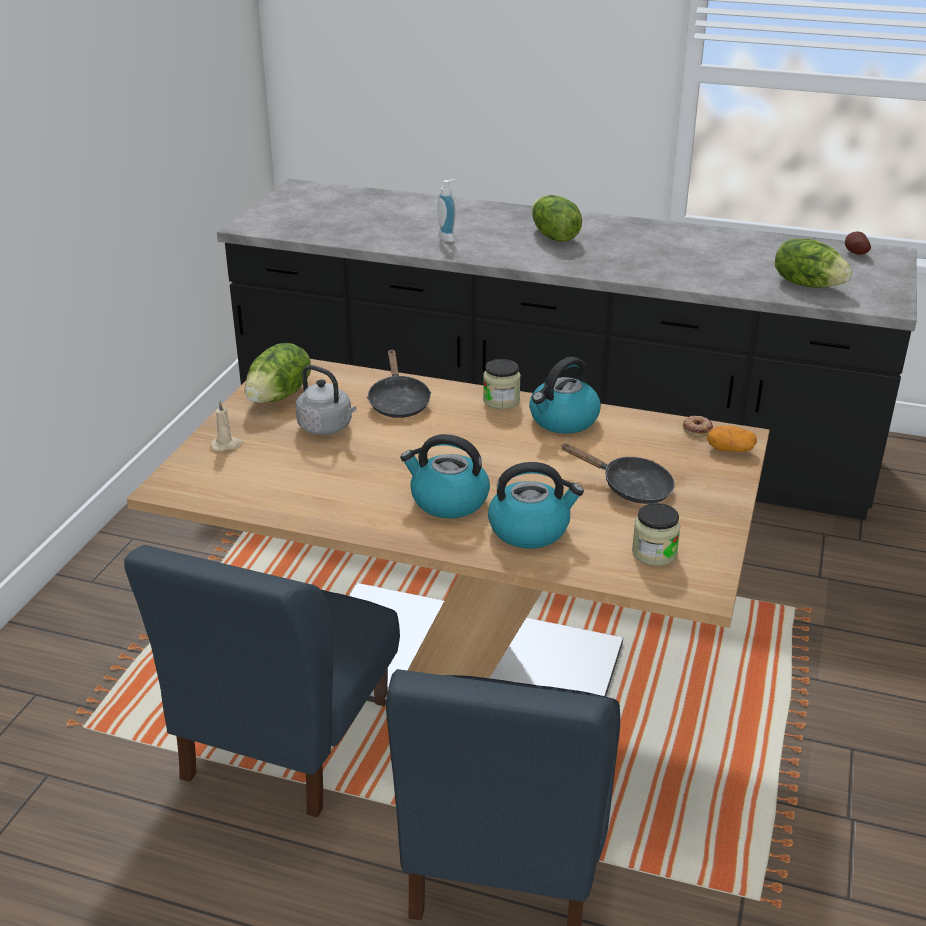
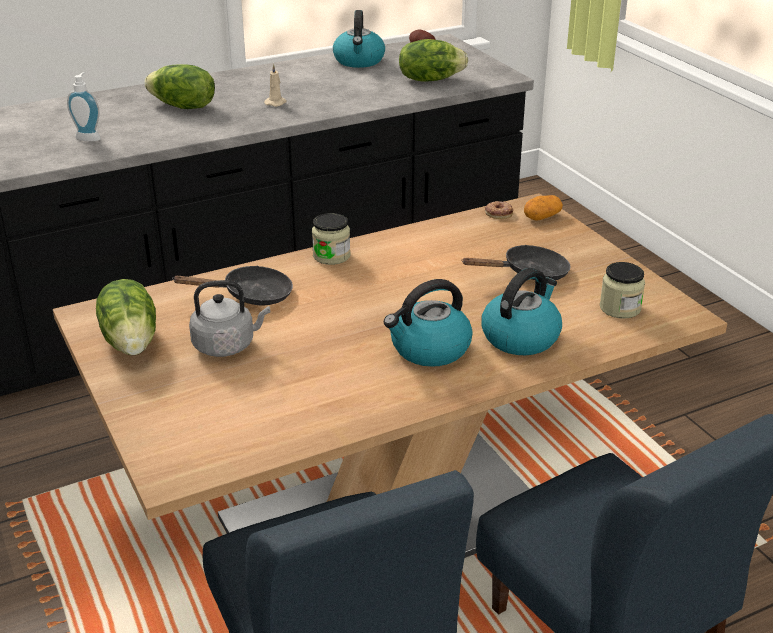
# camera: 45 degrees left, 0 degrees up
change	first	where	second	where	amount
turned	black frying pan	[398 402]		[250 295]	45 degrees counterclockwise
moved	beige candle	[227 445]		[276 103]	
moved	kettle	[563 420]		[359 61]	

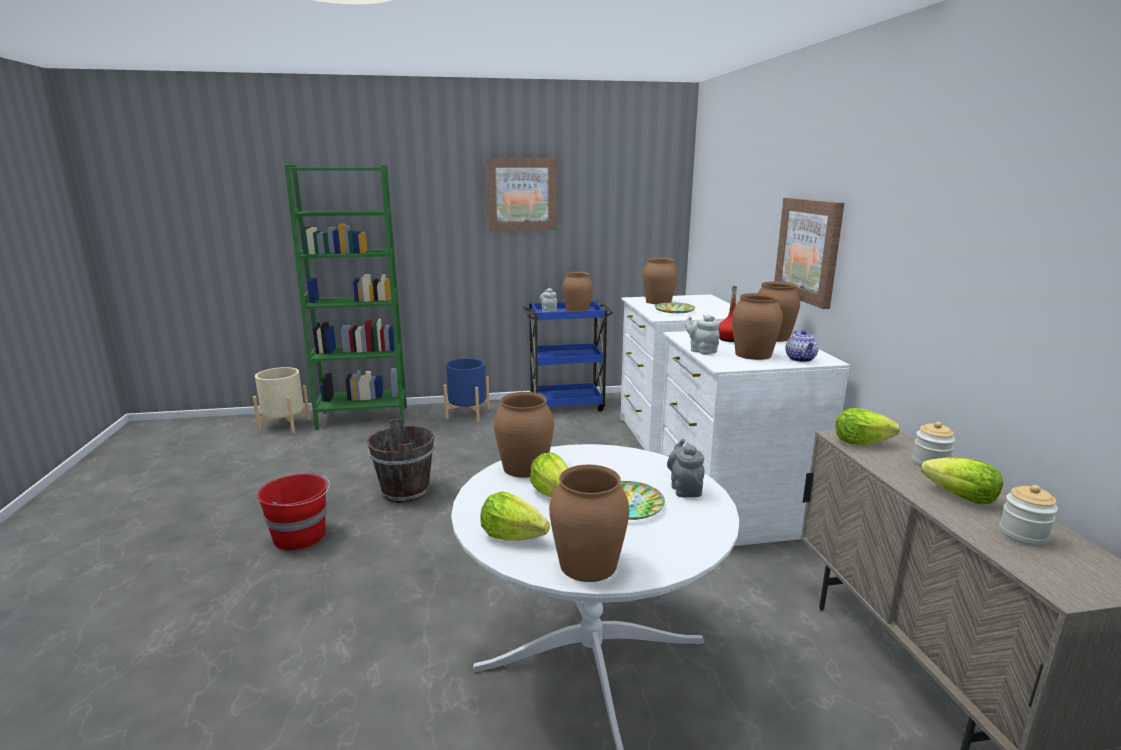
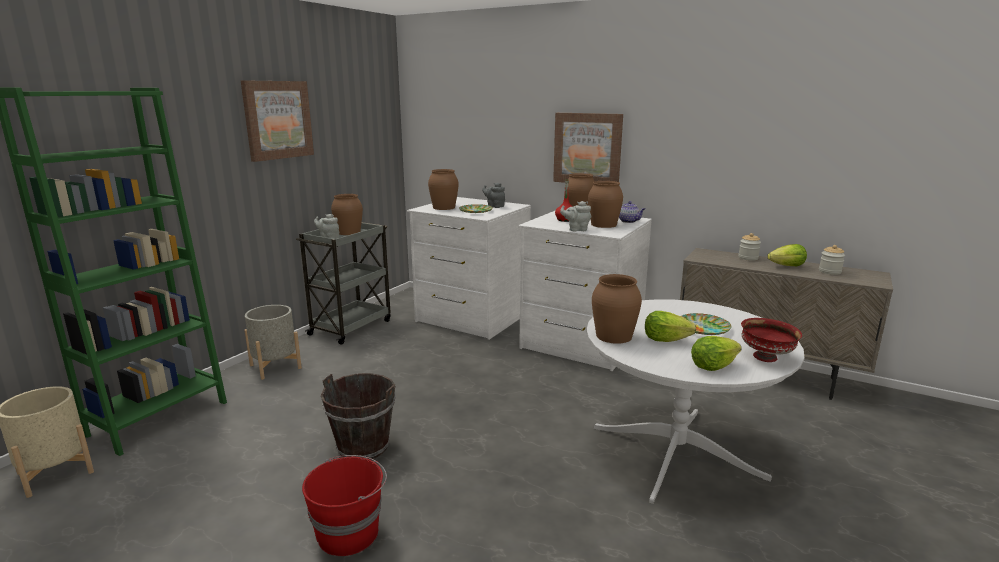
# camera: 50 degrees left, 0 degrees up
change	first	where	second	where	amount
recoloured	blue planter	[468 413]	grey planter	[275 366]	
recoloured	blue cart	[566 405]	grey cart	[351 327]	
moved	grey teapot	[685 489]		[494 206]	
replaced	brown vase	[589 564]	red bowl	[766 357]	
removed	lettuce	[860 442]			

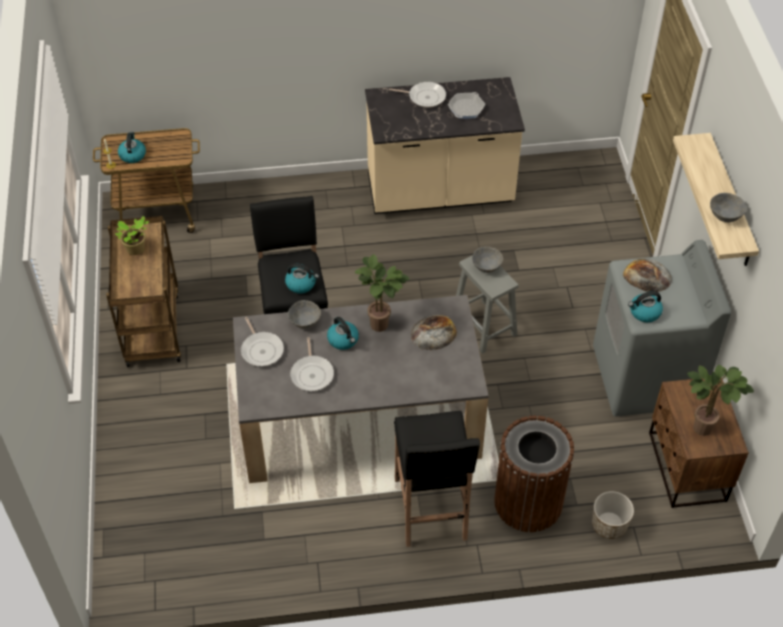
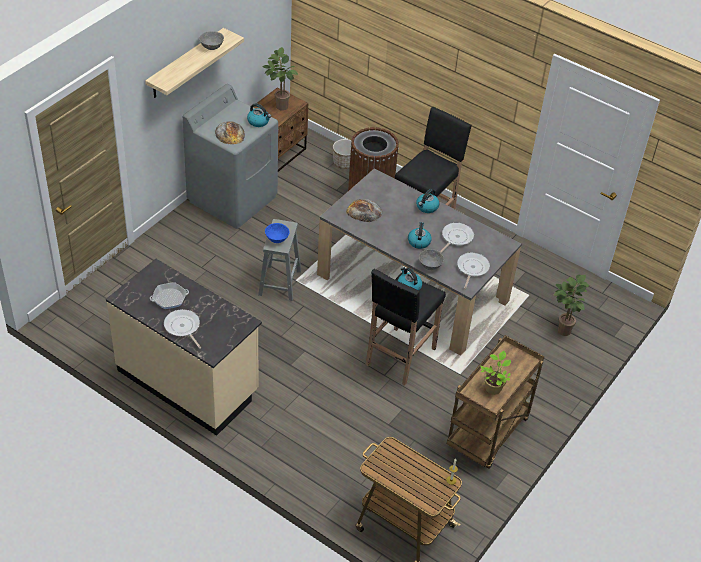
# camera: 140 degrees left, 5 degrees down
change	first	where	second	where	amount
recoloured	grey bowl	[486 267]	blue bowl	[277 239]	
moved	kettle	[132 155]		[427 207]	
moved	potted plant	[382 325]		[562 329]	

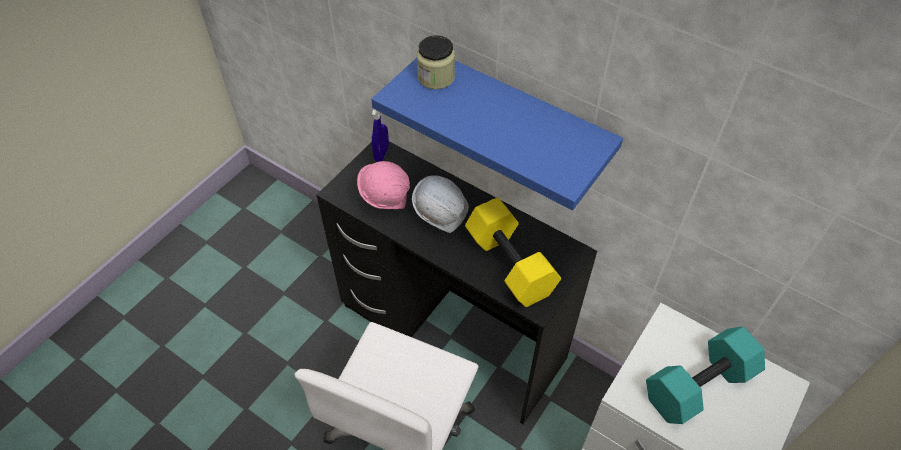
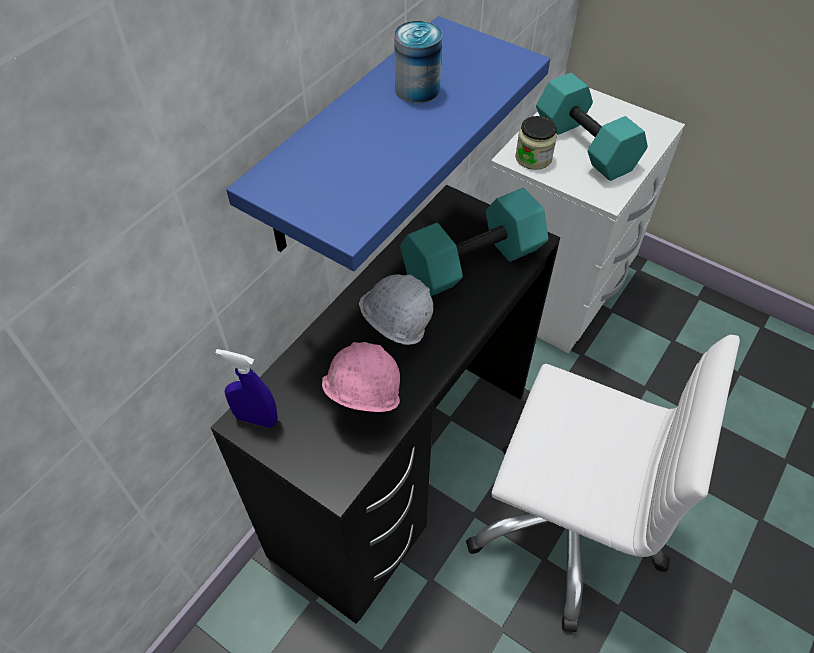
# camera: 90 degrees left, 0 degrees up
change	first	where	second	where	amount
added			can	[417 89]	
recoloured	yellow dumbbell	[512 264]	turquoise dumbbell	[472 261]	
moved	jar	[436 77]		[533 158]	

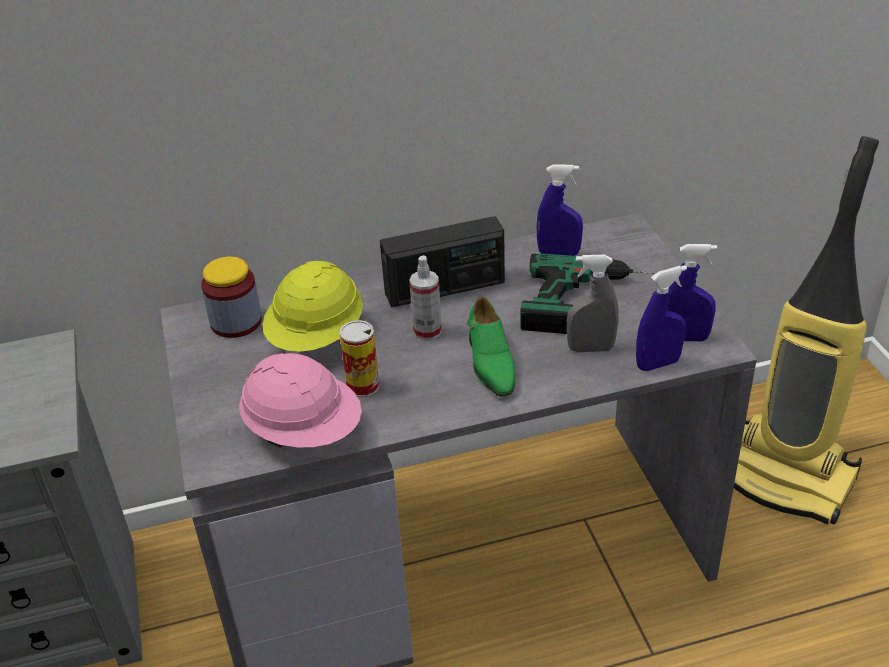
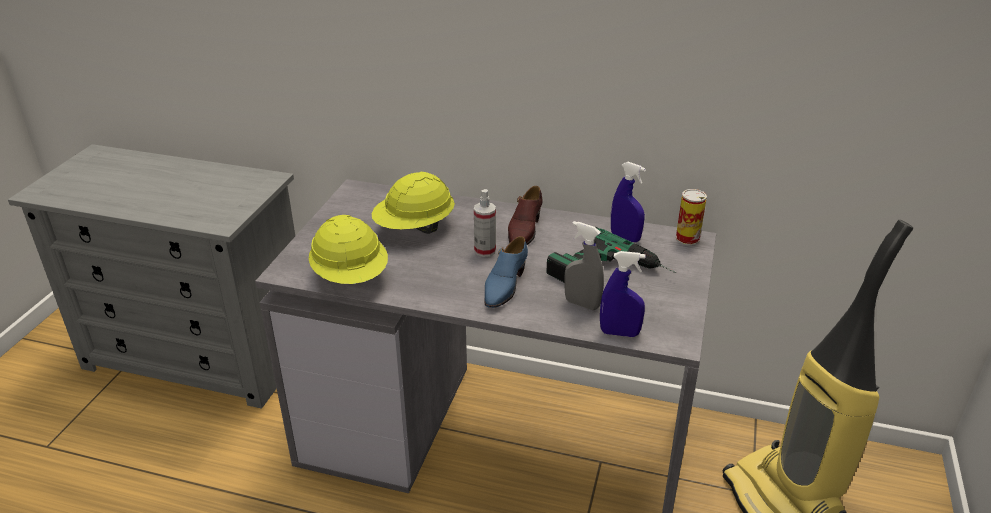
# camera: 30 degrees right, 5 degrees down
change	first	where	second	where	amount
recoloured	pink hard hat	[304 431]	yellow hard hat	[351 277]	
recoloured	green shoe	[490 363]	blue shoe	[504 285]	
replaced	radio	[445 288]	brown shoe	[524 230]	
moved	can	[363 386]		[687 239]	
removed	jar	[236 322]			
removed	blue spray bottle	[685 338]			

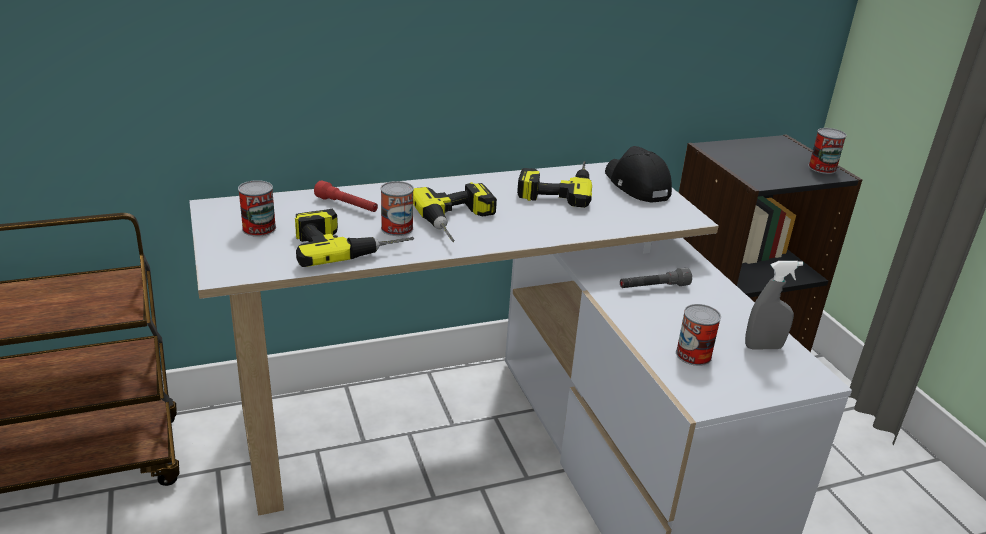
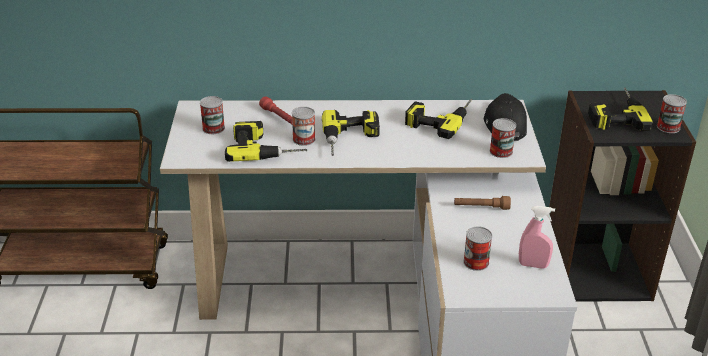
# camera: 20 degrees right, 5 degrees up
change	first	where	second	where	amount
recoloured	grey flashlight	[653 287]	brown flashlight	[481 207]	
added			can	[501 151]	
recoloured	grey spray bottle	[763 347]	pink spray bottle	[533 265]	
added			power drill	[614 113]	

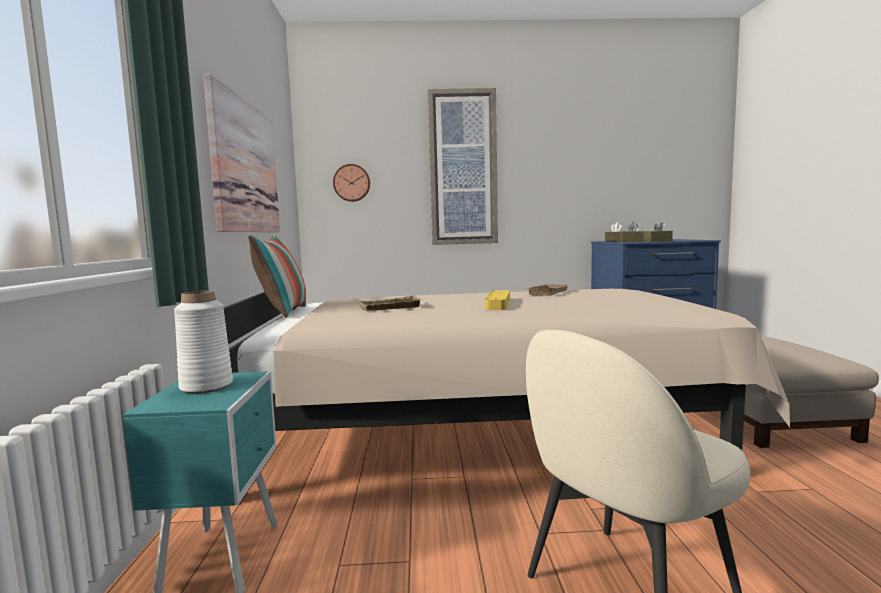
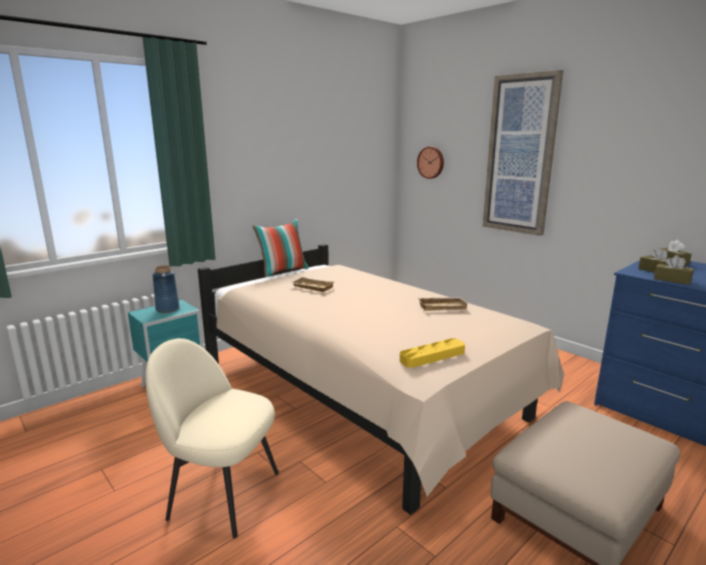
# camera: 50 degrees right, 10 degrees up
change	first	where	second	where	amount
recoloured	white vase	[206 386]	blue vase	[167 309]	
moved	yellow tray	[498 304]		[432 356]	
removed	picture	[245 167]			

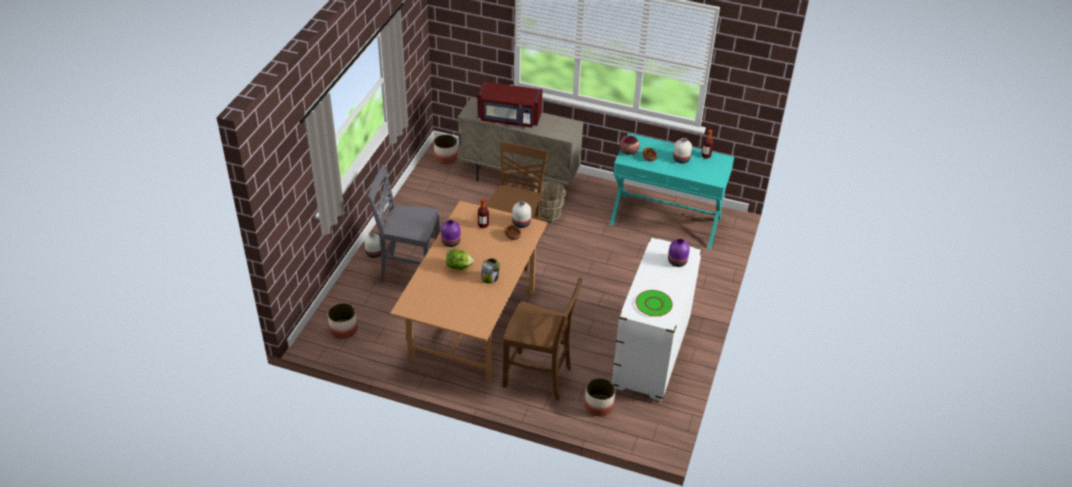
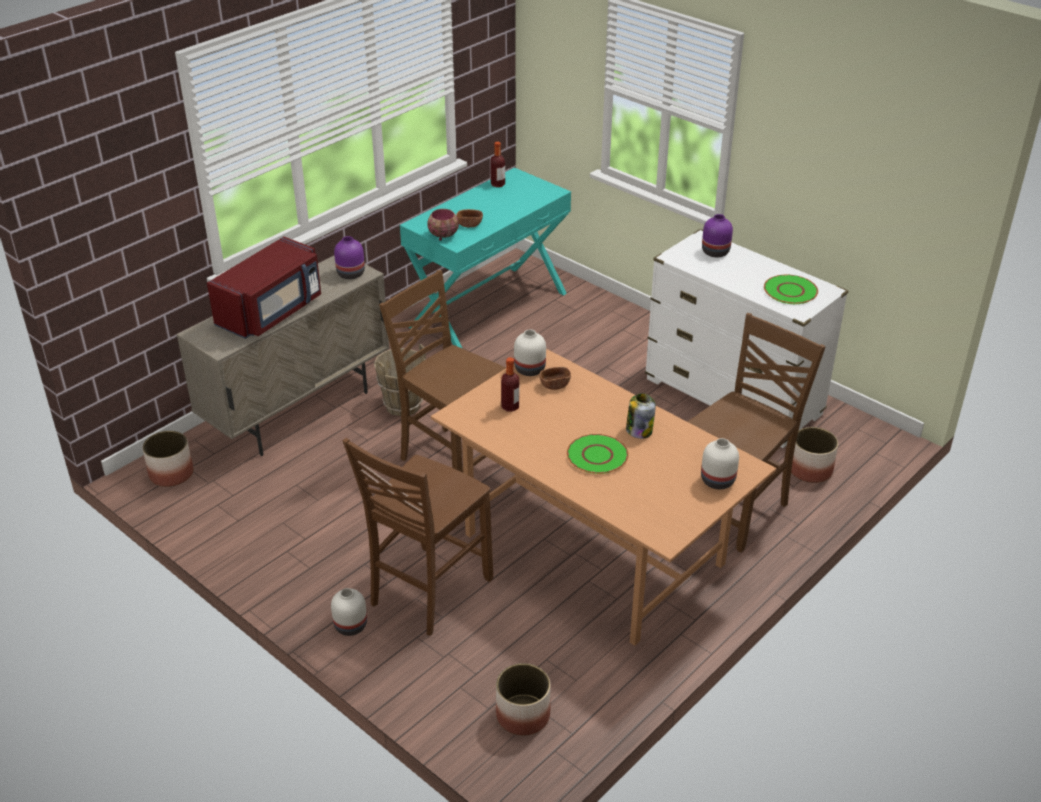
# camera: 65 degrees left, 5 degrees down
change	first	where	second	where	amount
moved	purple vase	[450 242]		[351 274]	
recoloured	grey chair	[409 272]	brown chair	[428 592]	
replaced	lettuce	[459 267]	green plate	[597 455]	
moved	white vase	[680 159]		[718 481]	

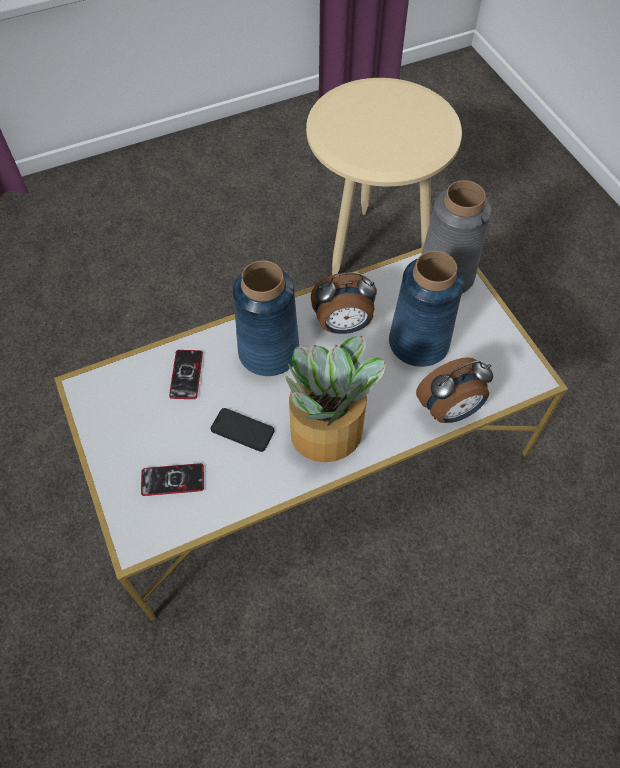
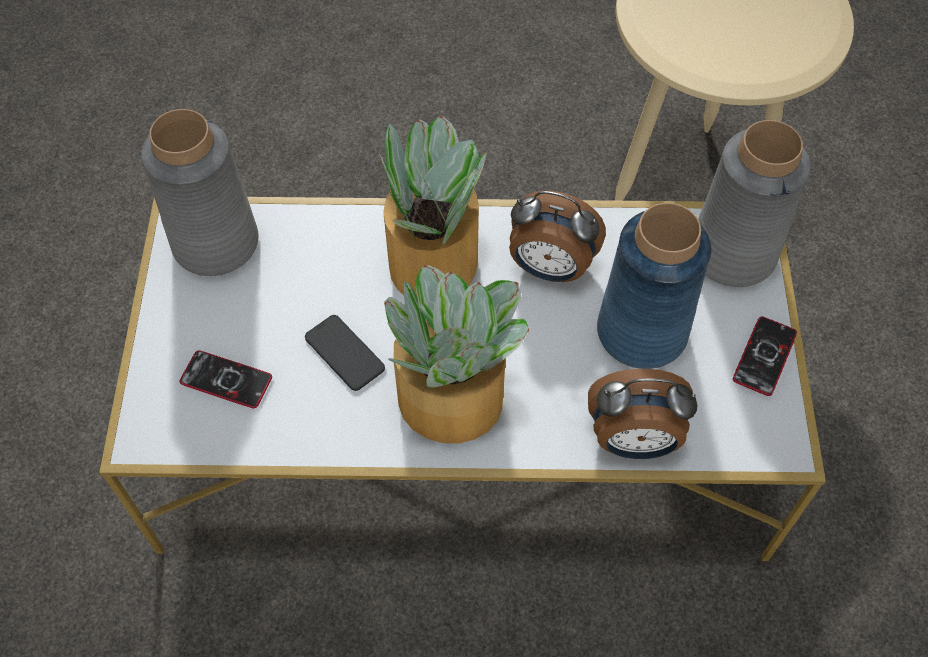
# camera: 25 degrees right, 0 degrees up
change	first	where	second	where	amount
added			grey vase	[215 243]	
replaced	blue vase	[268 352]	potted plant	[432 265]	
moved	phone	[186 375]		[764 356]	

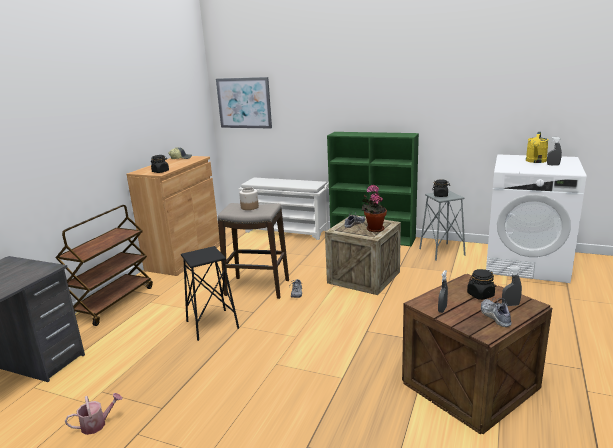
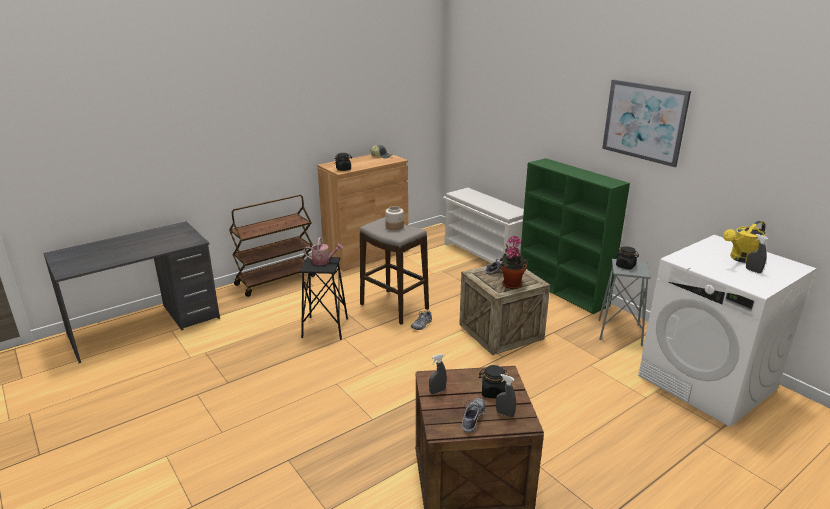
# camera: 30 degrees right, 5 degrees up
change	first	where	second	where	amount
moved	watering can	[97 424]		[323 261]	
moved	picture	[244 103]		[644 121]	

